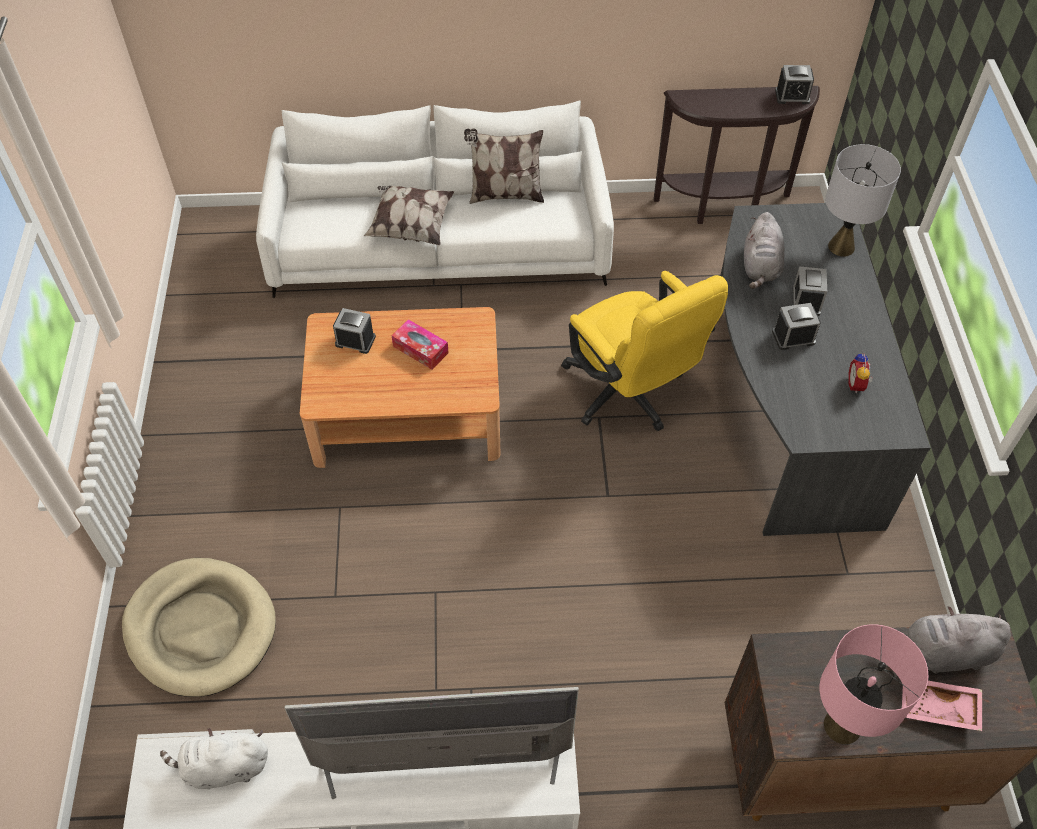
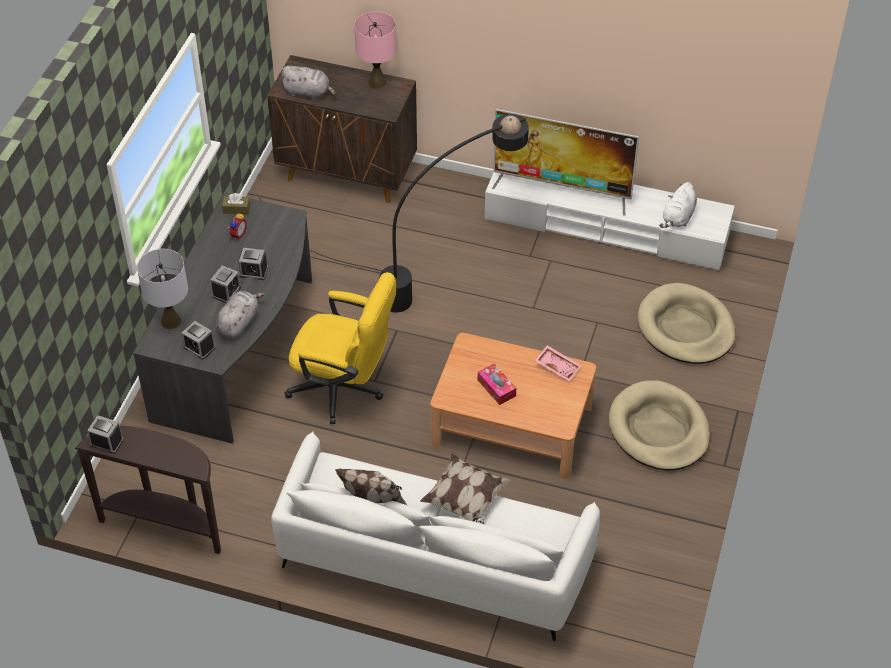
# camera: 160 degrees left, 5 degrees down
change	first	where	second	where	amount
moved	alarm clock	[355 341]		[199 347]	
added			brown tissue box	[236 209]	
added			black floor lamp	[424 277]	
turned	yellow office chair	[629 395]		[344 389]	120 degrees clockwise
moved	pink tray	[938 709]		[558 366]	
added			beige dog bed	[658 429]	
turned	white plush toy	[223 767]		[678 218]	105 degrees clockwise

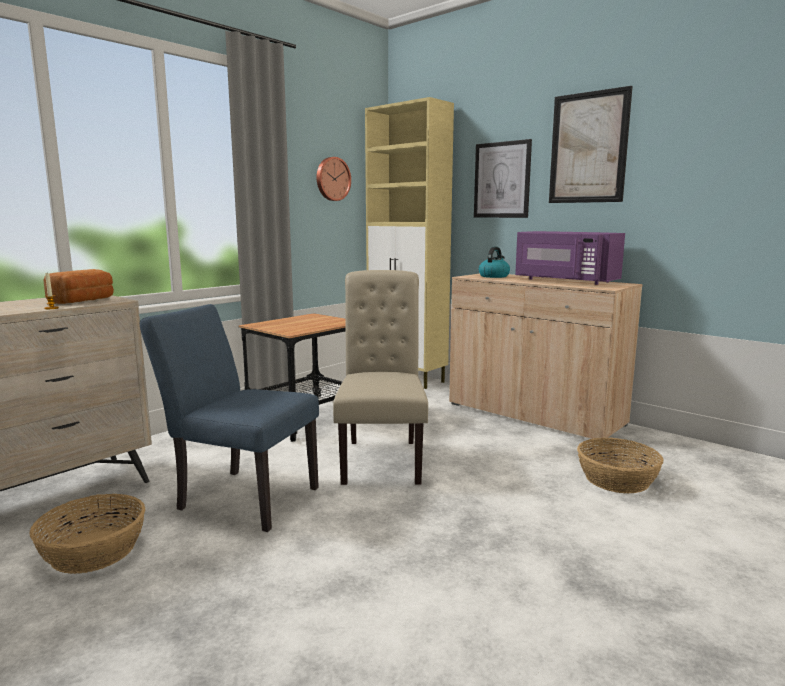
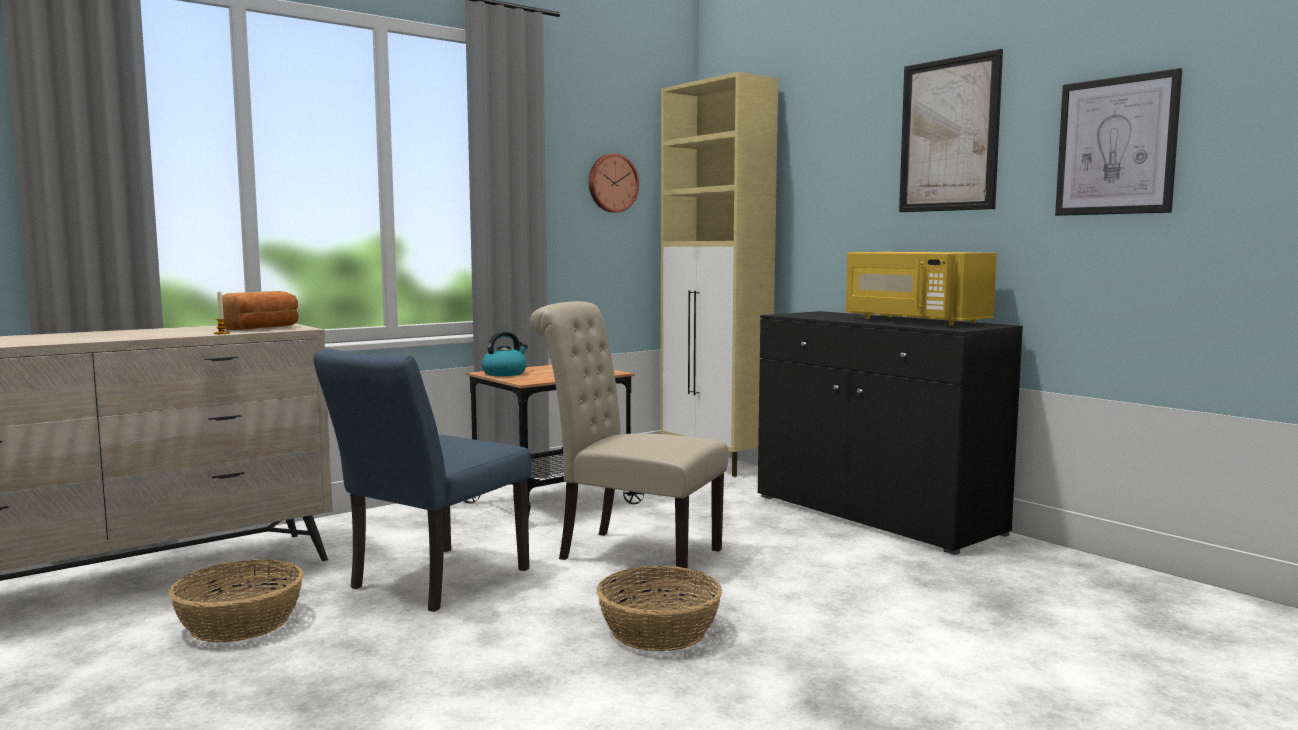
# camera: 10 degrees right, 5 degrees down
change	first	where	second	where	amount
turned	blue chair	[240 496]		[430 582]	90 degrees counterclockwise
moved	kettle	[494 276]		[505 373]	
turned	beige chair	[382 458]		[630 553]	75 degrees counterclockwise
moved	basket	[617 479]		[660 631]	
recoloured	beige cabinet	[534 414]	black cabinet	[875 515]	
recoloured	purple microwave	[564 281]	yellow microwave	[913 321]	
moved	picture	[502 180]		[1116 146]	

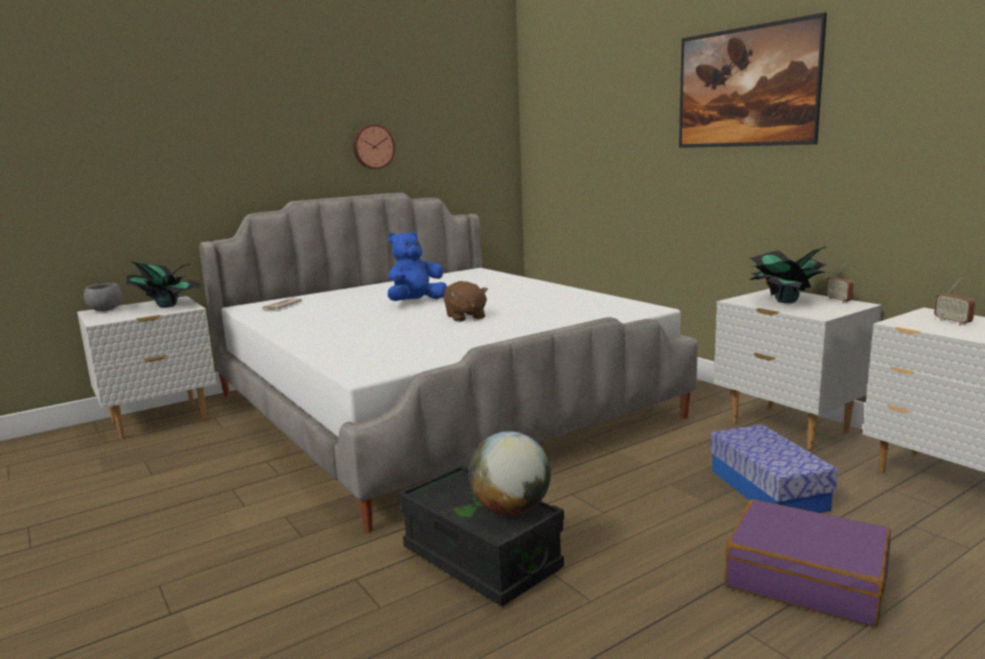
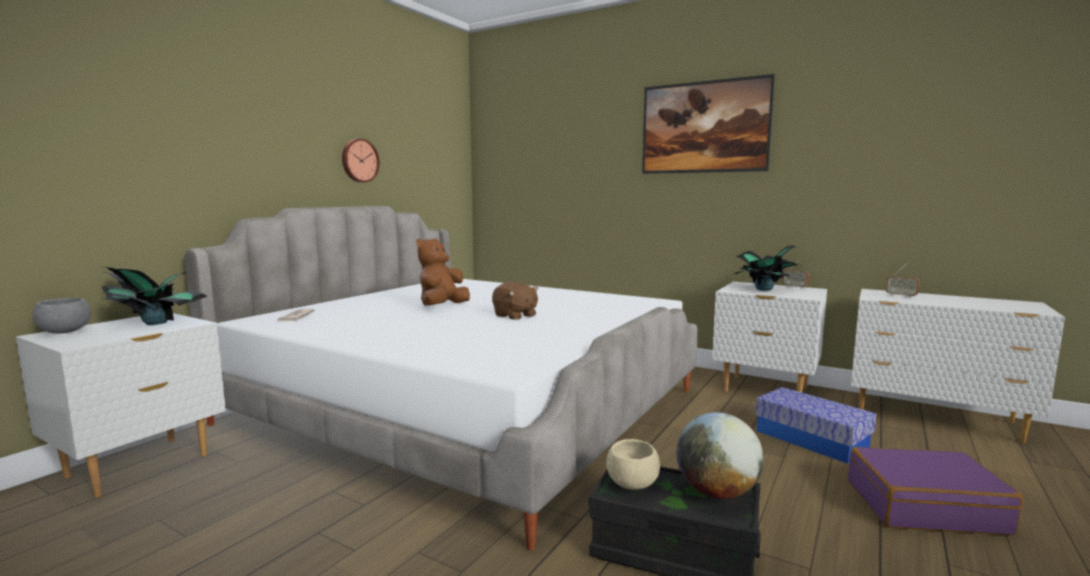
# camera: 25 degrees left, 5 degrees down
change	first	where	second	where	amount
recoloured	blue plush toy	[416 302]	brown plush toy	[442 306]	
added			beige bowl	[631 485]	

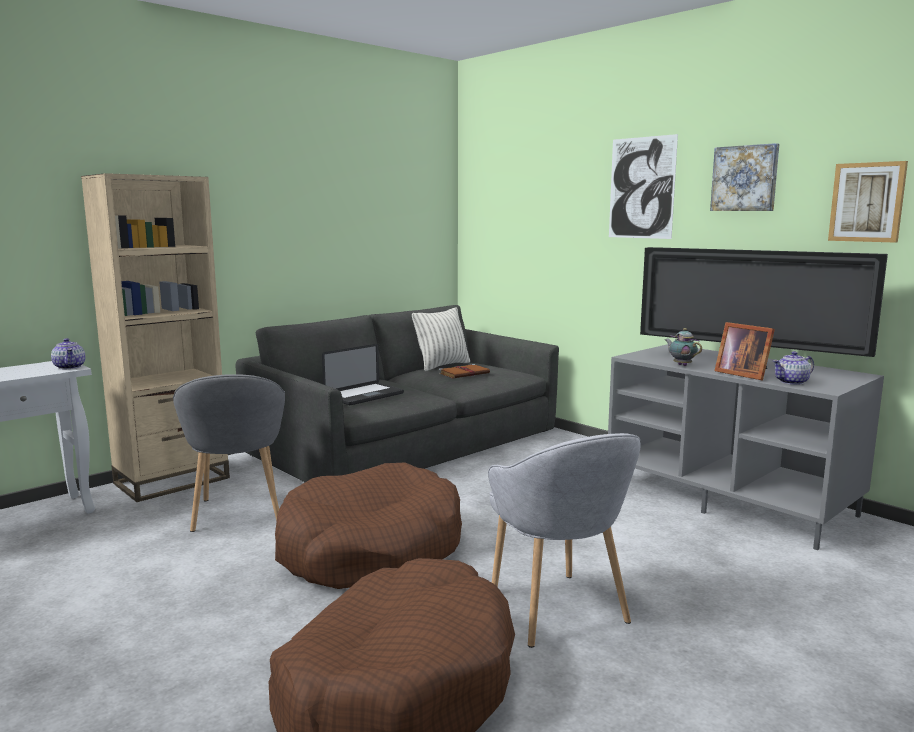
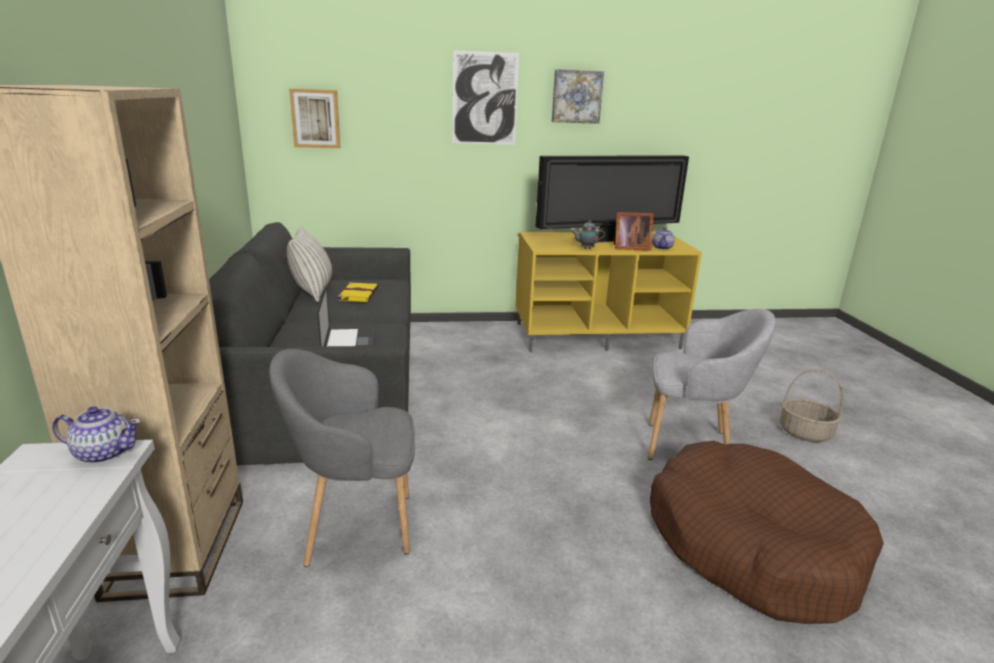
# camera: 55 degrees left, 10 degrees up
change	first	where	second	where	amount
turned	grey armchair	[238 513]		[354 526]	150 degrees clockwise
moved	picture	[867 202]		[315 118]	
recoloured	brown book	[465 373]	yellow book	[358 294]	
recoloured	grey tv stand	[731 499]	yellow tv stand	[597 335]	
added			basket	[805 433]	
removed	brown dog bed	[370 549]			

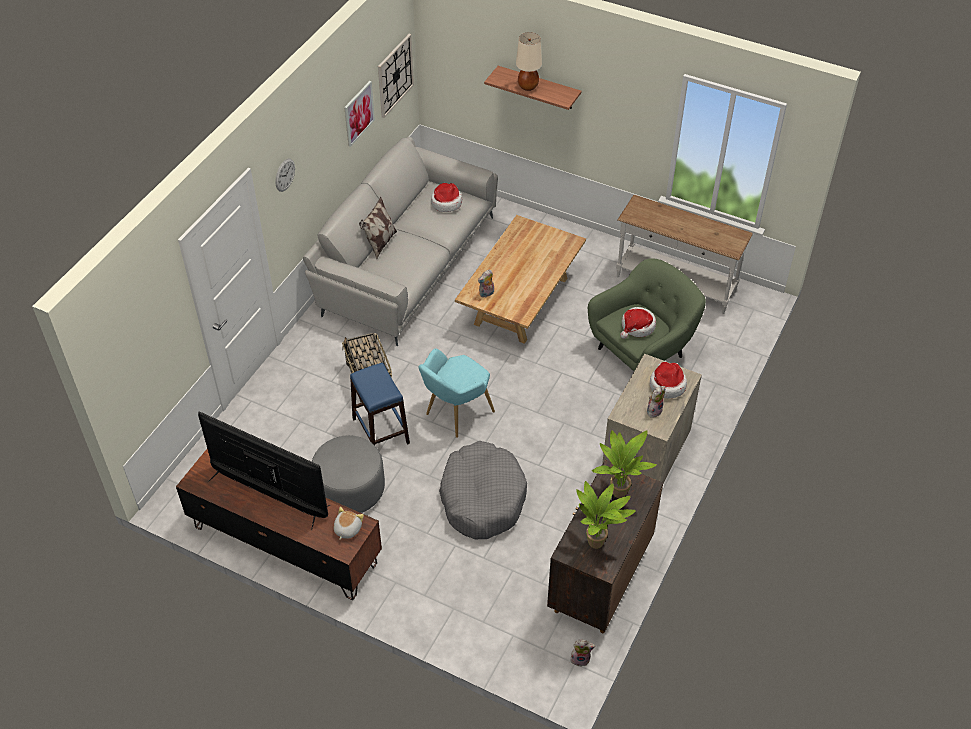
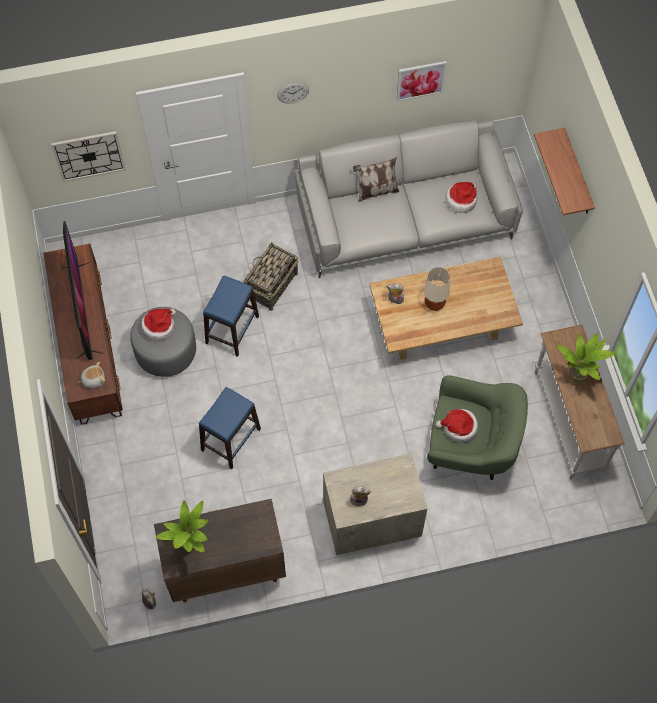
# camera: 50 degrees right, 15 degrees up
change	first	where	second	where	amount
moved	wall clock	[395 75]		[89 155]	
moved	hat	[666 385]		[159 326]	
replaced	grey dog bed	[482 498]	blue stool	[231 439]	
moved	beige table lamp	[528 86]		[435 304]	
moved	potted plant	[618 491]		[577 377]	
removed	turquoise armchair	[455 414]			

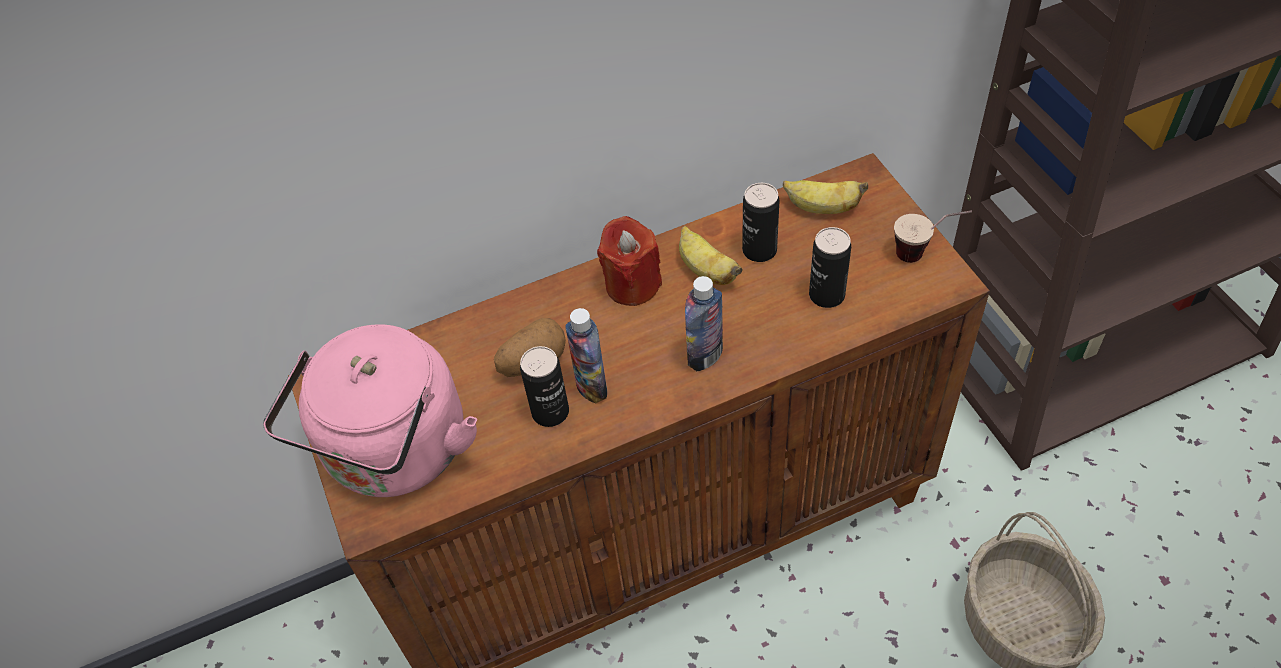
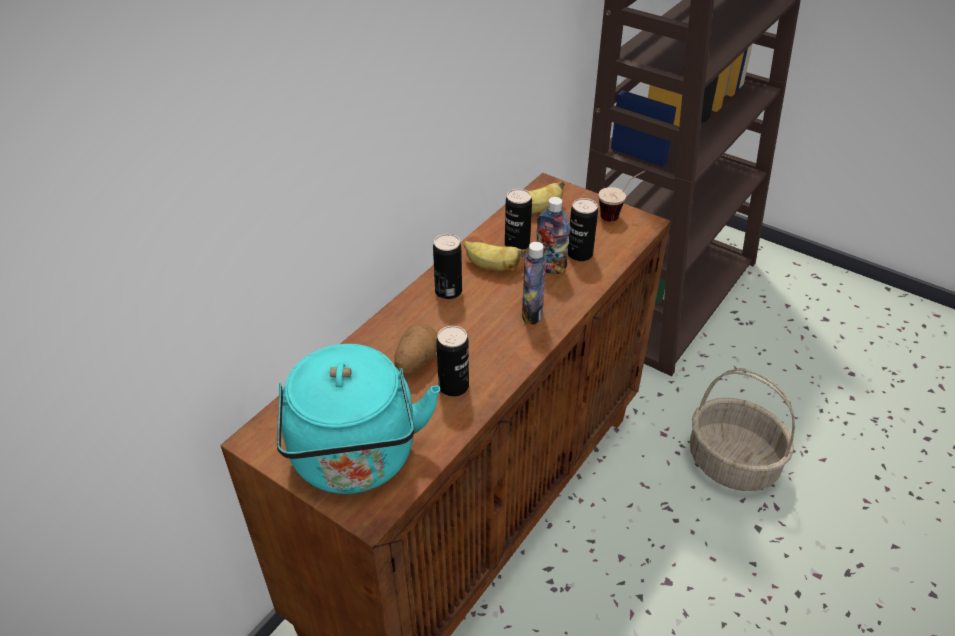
# camera: 35 degrees left, 10 degrees down
change	first	where	second	where	amount
recoloured	pink kettle	[394 455]	turquoise kettle	[356 461]	
replaced	red candle	[632 284]	can	[448 291]	
moved	bottle	[591 386]		[550 267]	

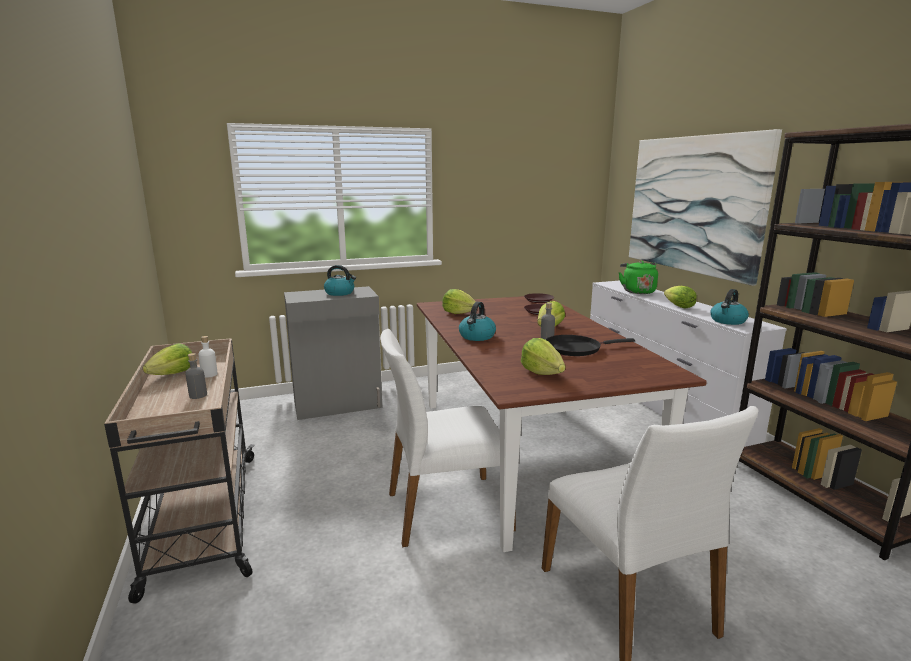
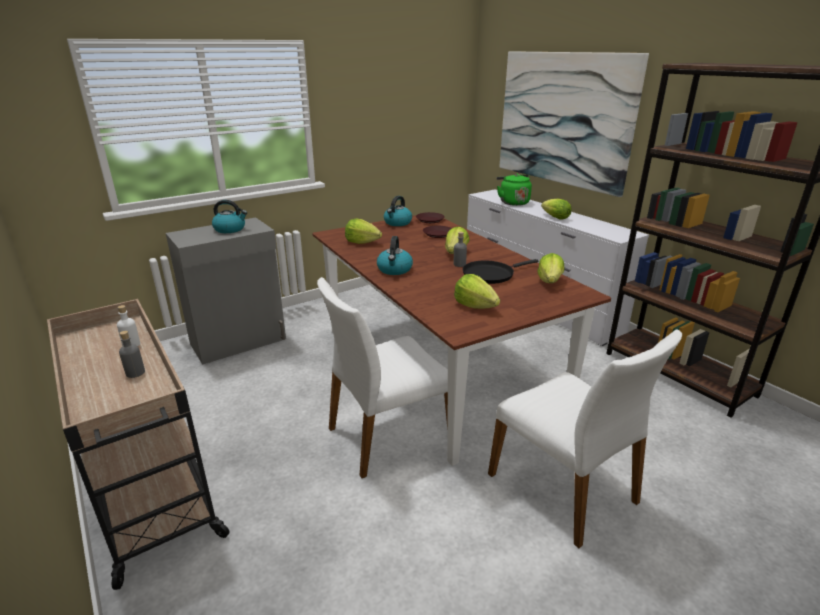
# camera: 15 degrees left, 10 degrees up
change	first	where	second	where	amount
moved	kettle	[728 321]		[397 223]	
moved	lettuce	[173 374]		[549 281]	

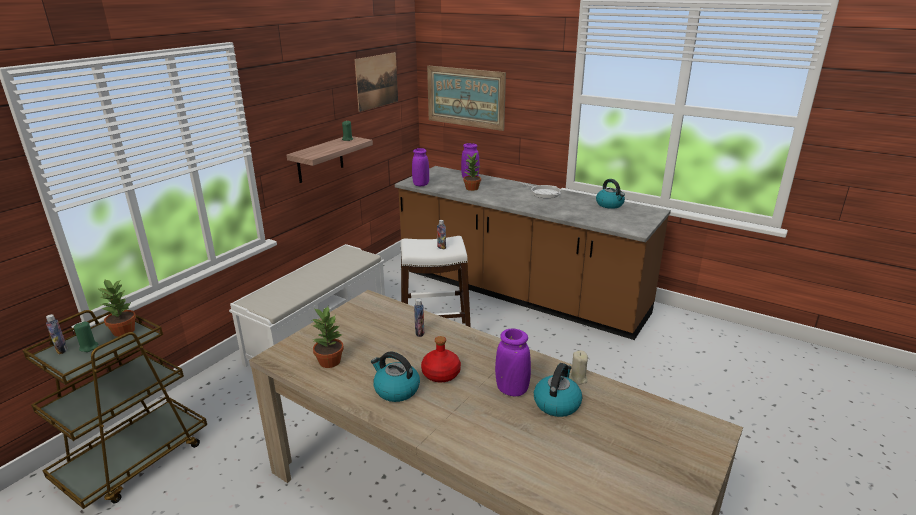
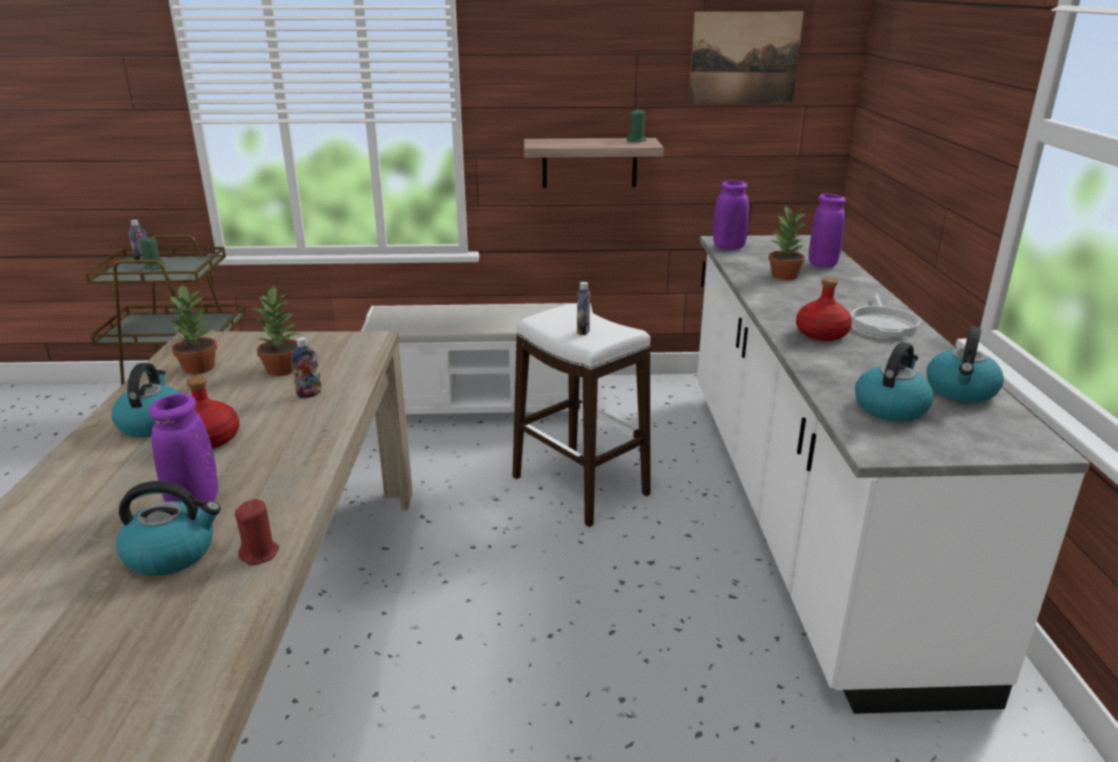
# camera: 55 degrees right, 0 degrees up
change	first	where	second	where	amount
recoloured	beige candle	[577 379]	red candle	[260 554]	
moved	potted plant	[124 331]		[283 369]	
recoloured	brown counter	[519 293]	white counter	[804 512]	
added			red bottle	[822 334]	
added			kettle	[890 407]	
removed	picture	[465 97]			

